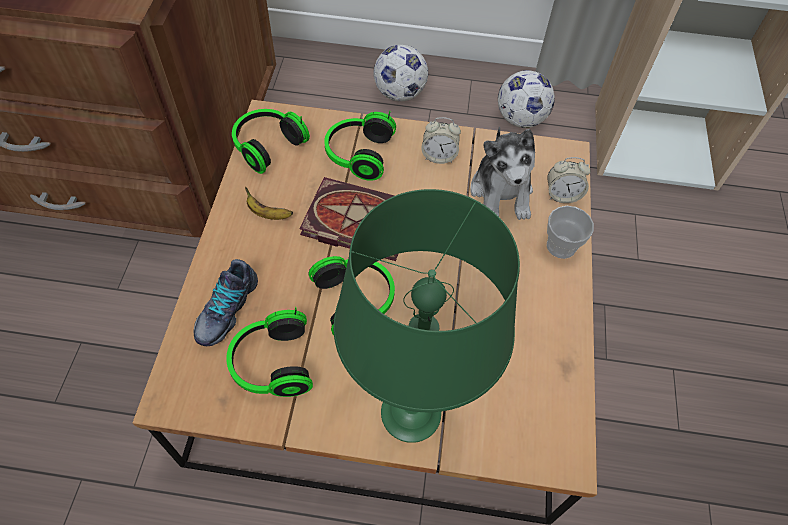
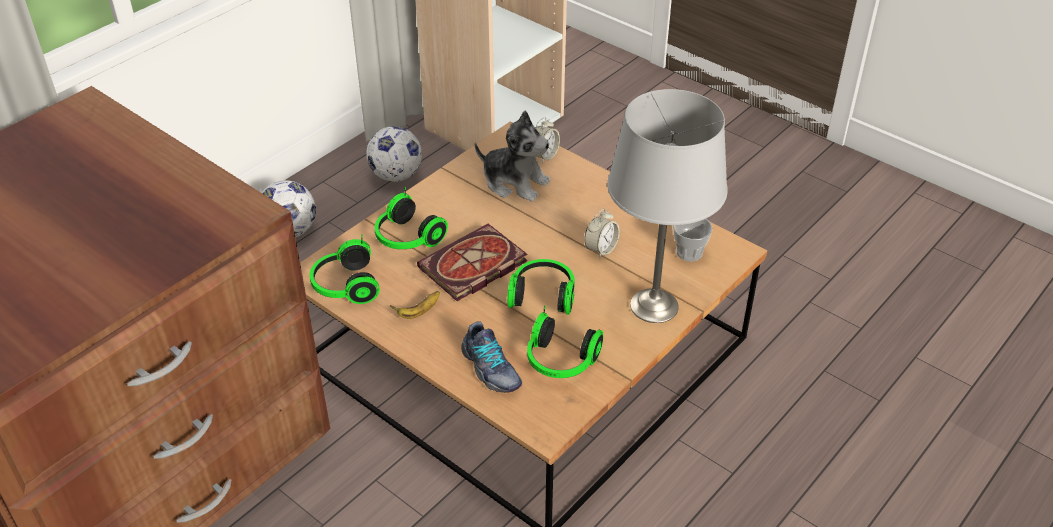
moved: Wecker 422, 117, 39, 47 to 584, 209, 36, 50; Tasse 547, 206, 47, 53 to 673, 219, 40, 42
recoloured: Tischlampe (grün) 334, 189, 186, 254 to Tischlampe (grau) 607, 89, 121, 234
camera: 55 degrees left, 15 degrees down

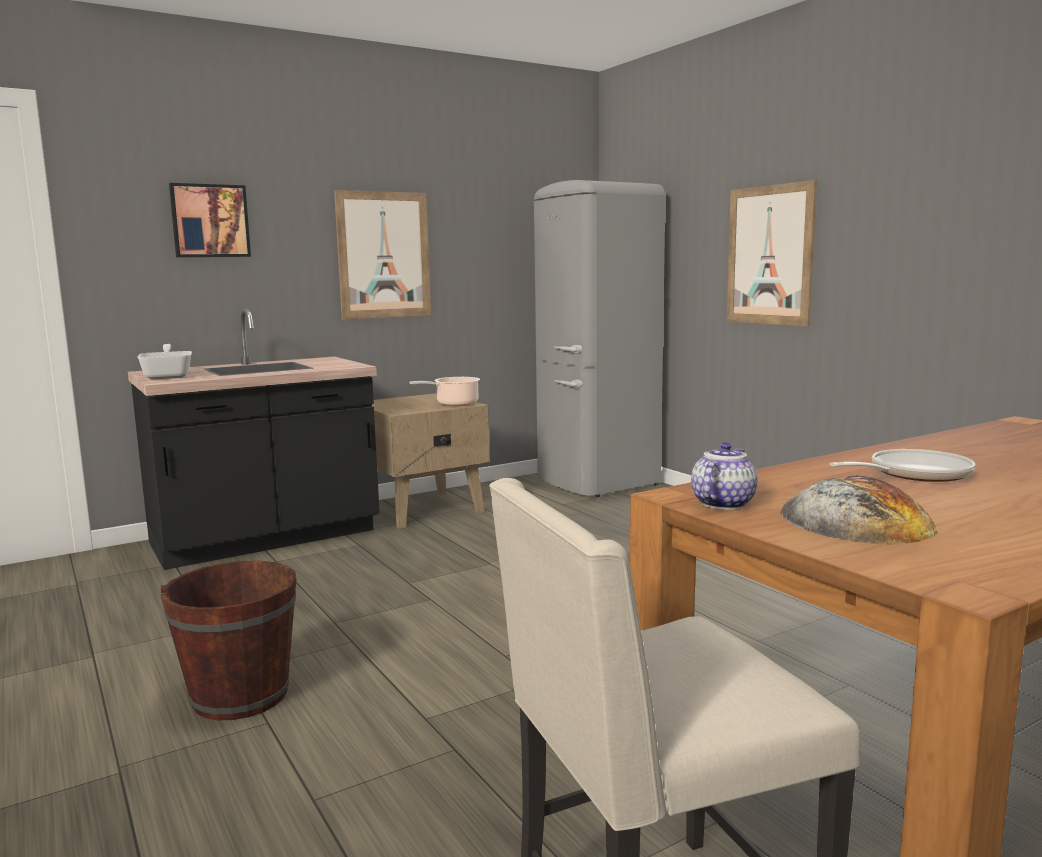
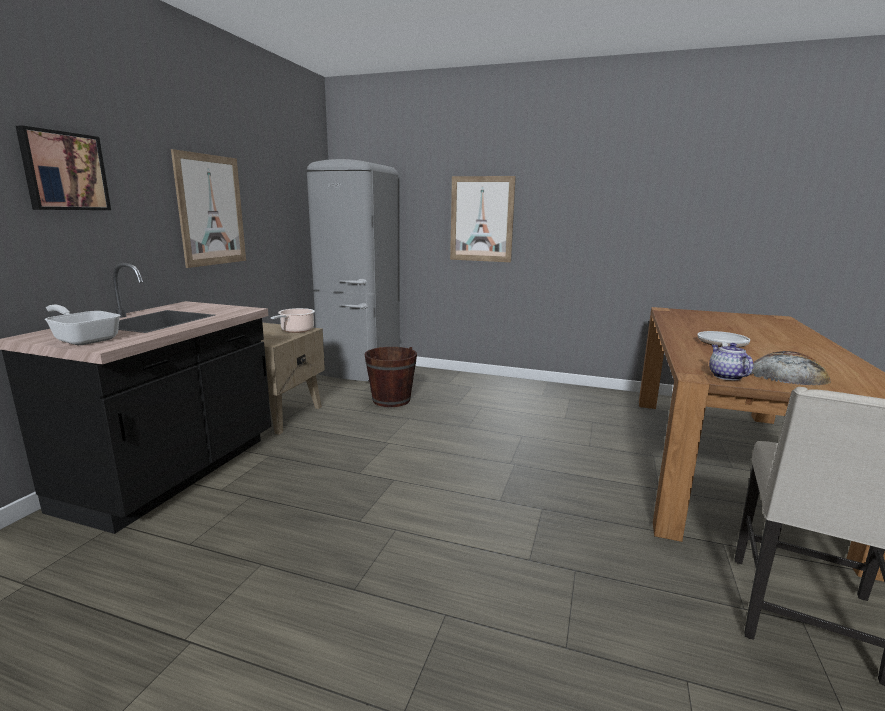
moved: Eimer (braun) 161, 561, 136, 159 to 365, 347, 52, 60
camera: 40 degrees left, 5 degrees up

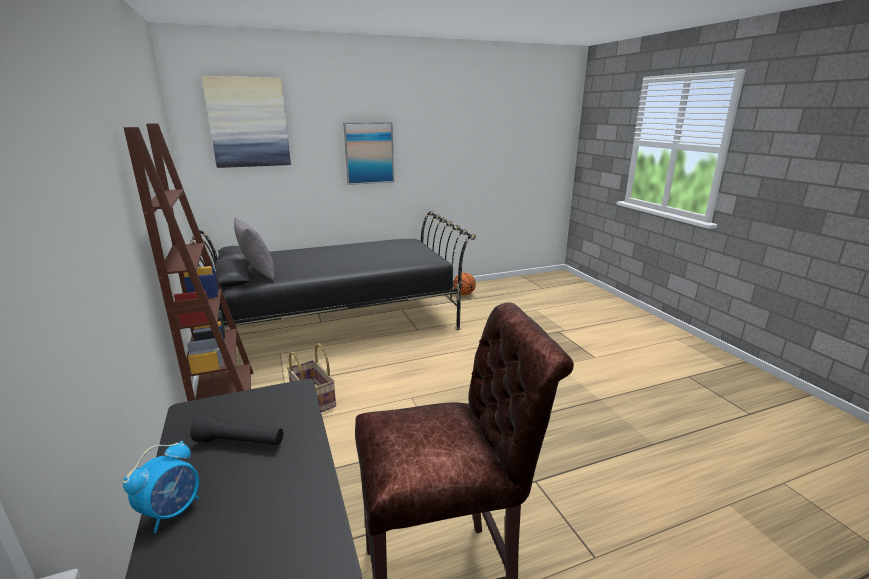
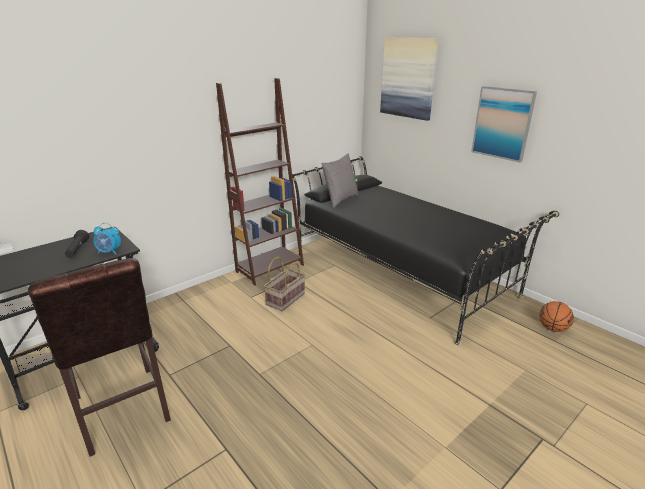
moved: Wecker 123, 441, 76, 92 to 93, 223, 28, 31
camera: 70 degrees right, 5 degrees up

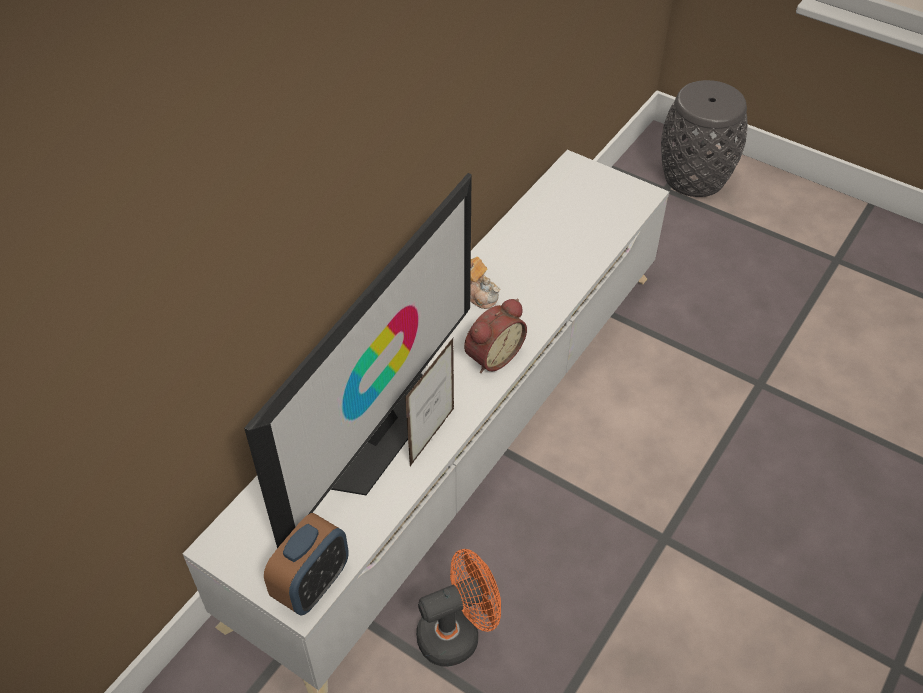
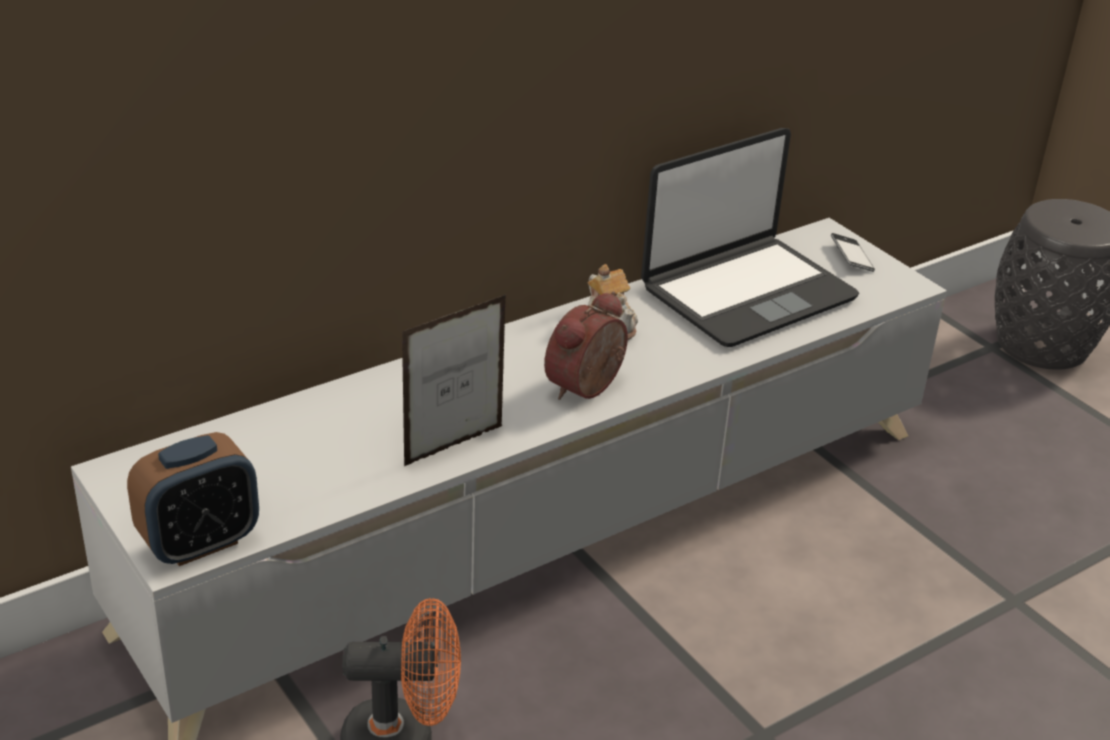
removed: Fernseher 244, 173, 228, 375
added: Laptop 641, 128, 218, 219; Handy 831, 233, 44, 39
turned: Wecker 464, 298, 63, 75 = 544, 291, 84, 109 150 degrees clockwise
camera: 20 degrees right, 15 degrees down

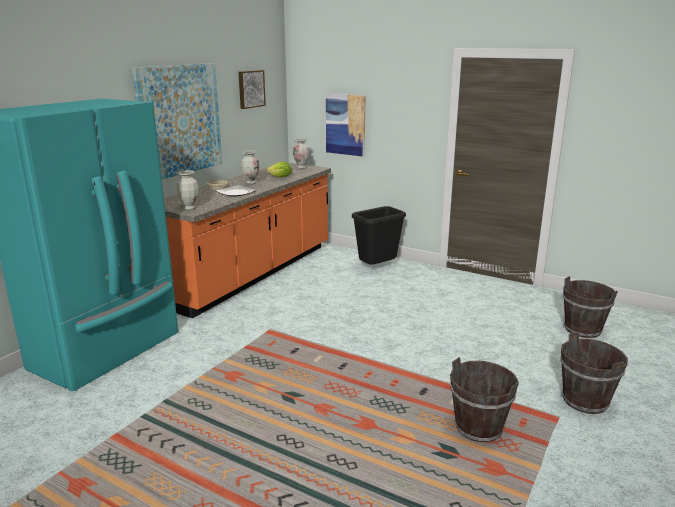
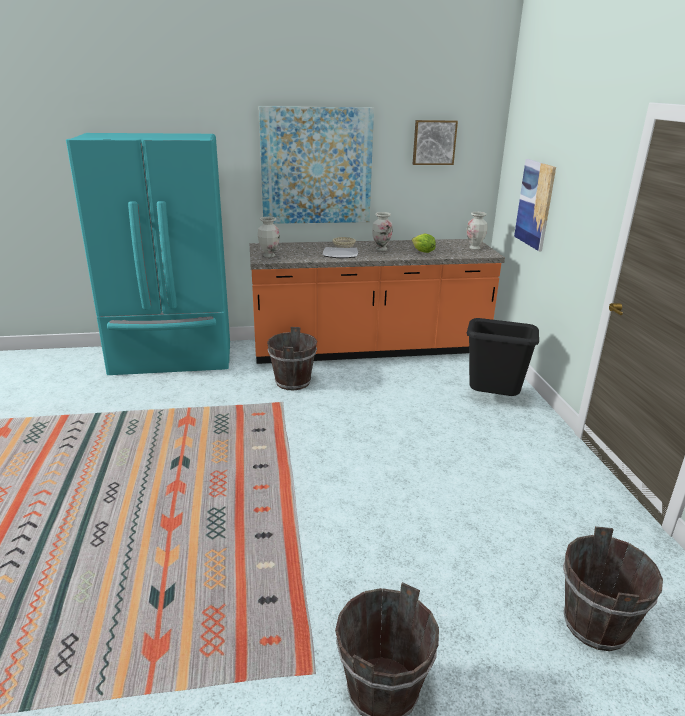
moved: Eimer (braun) 450, 357, 69, 85 to 267, 327, 50, 63
camera: 50 degrees right, 5 degrees up

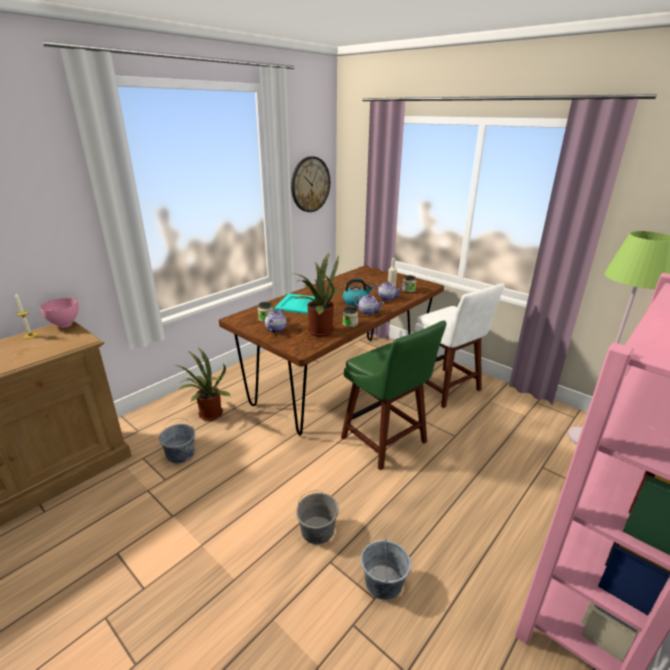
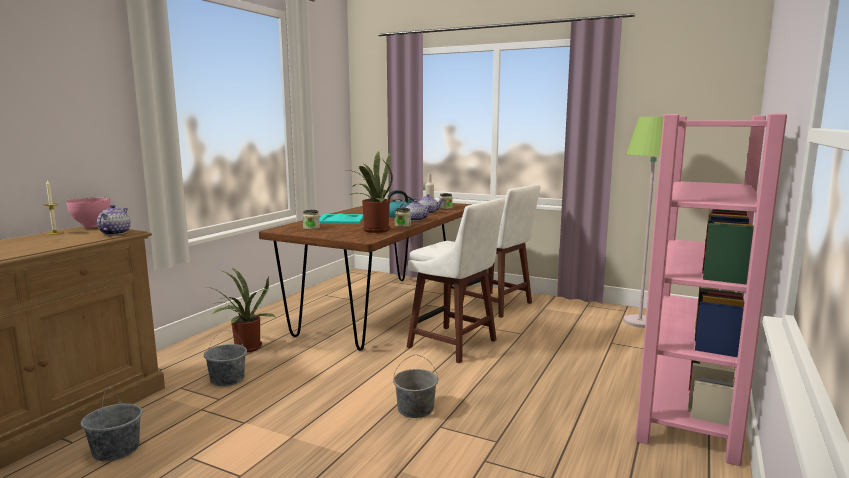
removed: Wanduhr 291, 156, 39, 56
moved: Teekanne 265, 309, 22, 24 to 97, 205, 34, 30; Eimer (grau) 361, 535, 50, 65 to 81, 389, 62, 72
recoloured: Stuhl (grün) 341, 320, 105, 151 to Stuhl (weiß) 407, 198, 98, 165
camera: 15 degrees left, 15 degrees down

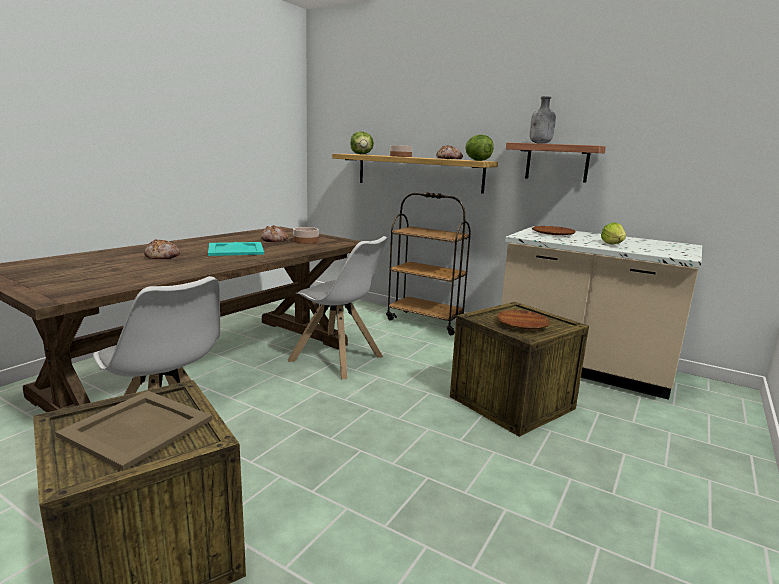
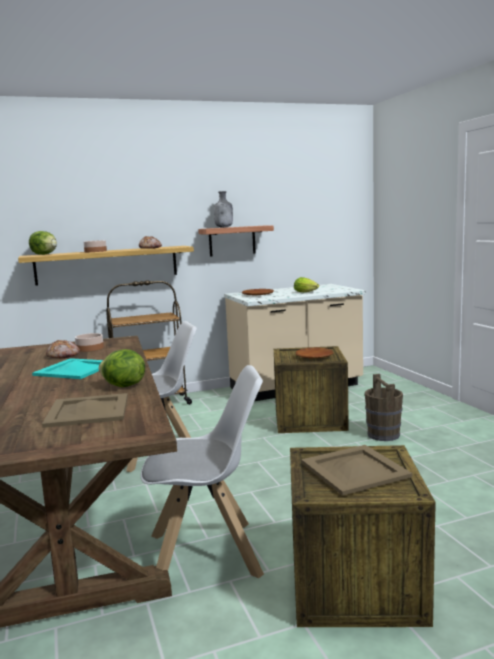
removed: Brot 144, 239, 36, 20
added: Tablett (beige) 42, 393, 86, 35; Eimer (braun) 365, 374, 38, 67
moved: Salatkopf 465, 135, 29, 26 to 99, 349, 46, 38
camera: 50 degrees left, 5 degrees down

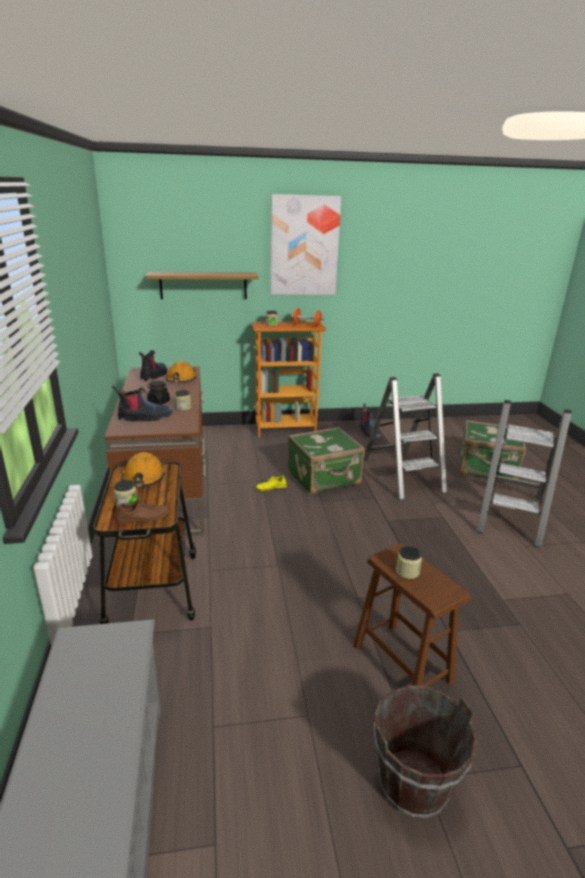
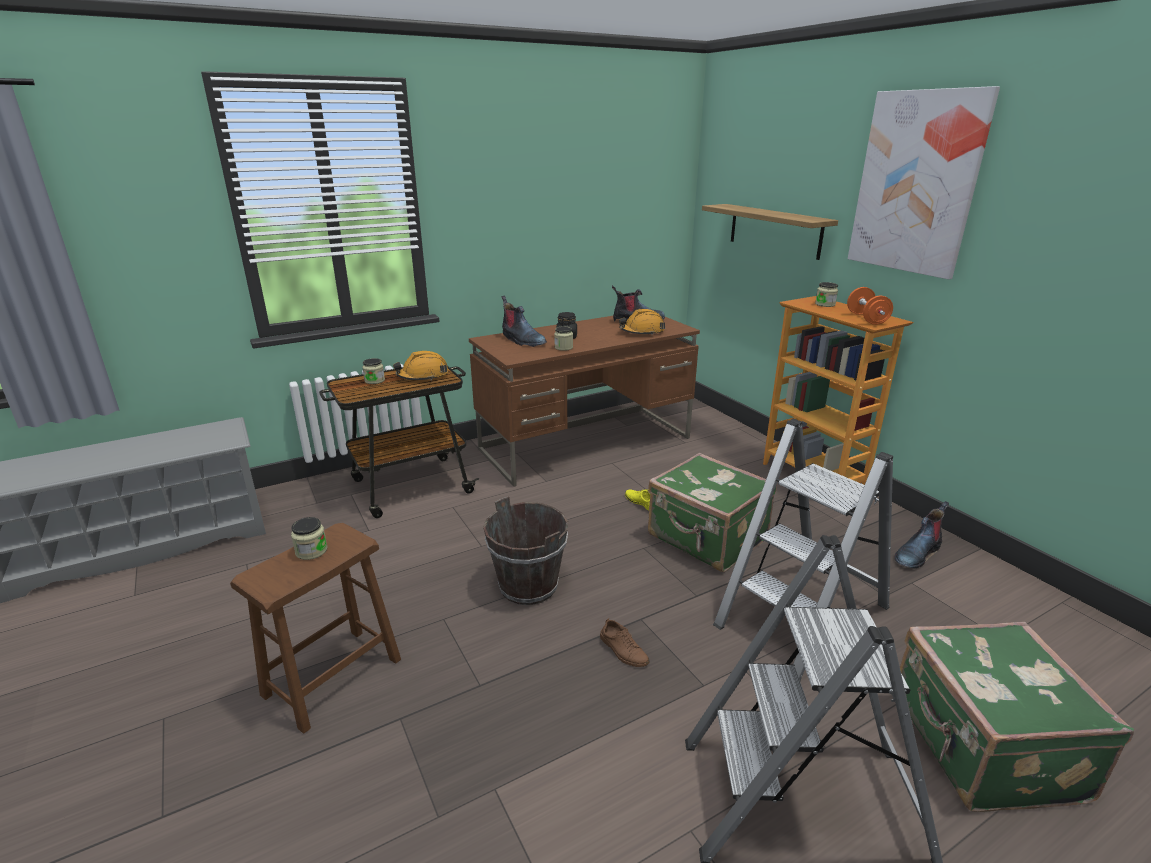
moved: Schuh (braun) 116, 500, 54, 24 to 600, 618, 49, 49; Eimer (braun) 374, 685, 104, 134 to 483, 496, 86, 109
camera: 70 degrees right, 0 degrees up

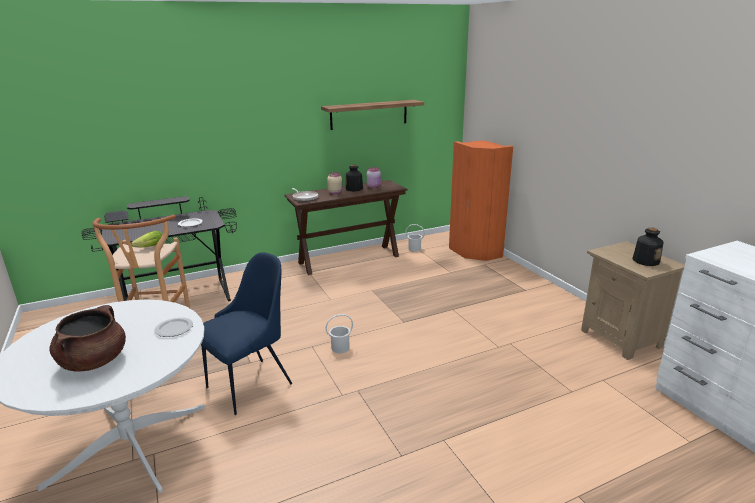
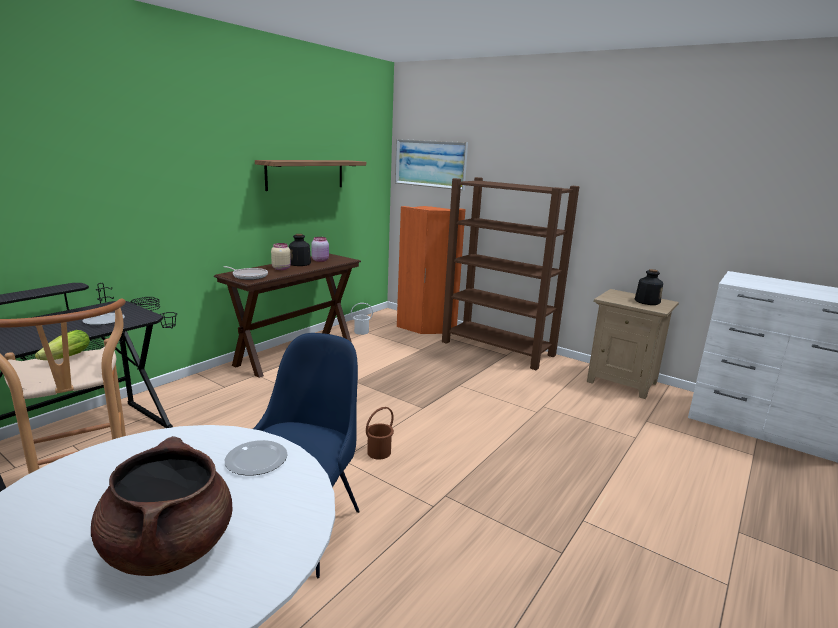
added: Bild 395, 139, 73, 51; Bücherregal (braun) 442, 177, 137, 193
recoloured: Eimer (weiß) 326, 314, 27, 39 to Eimer (braun) 366, 407, 28, 53
camera: 30 degrees left, 5 degrees down

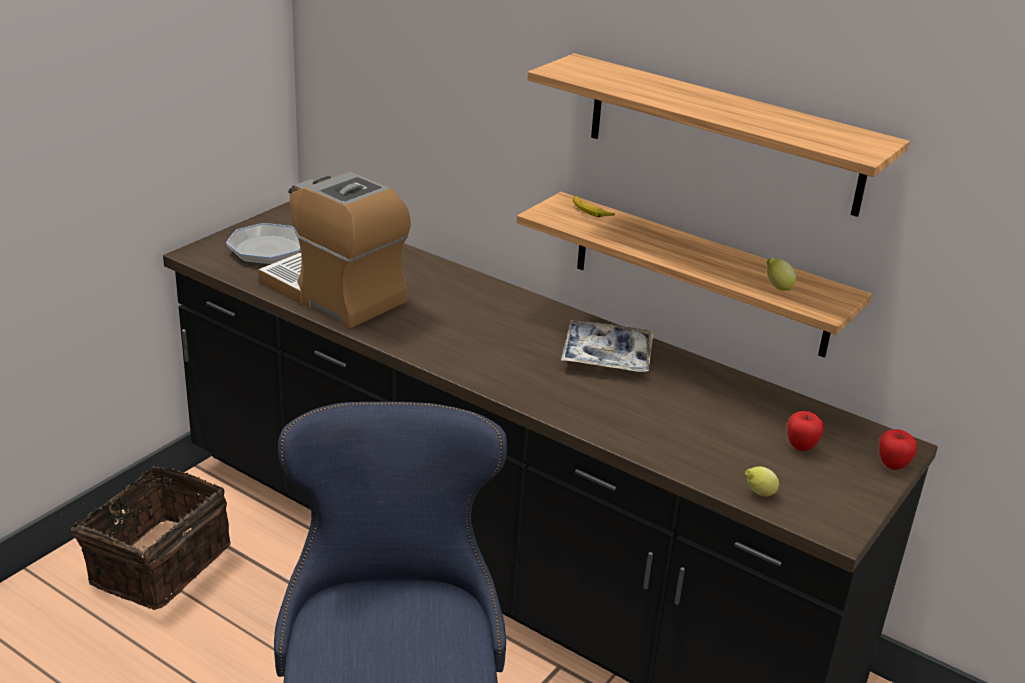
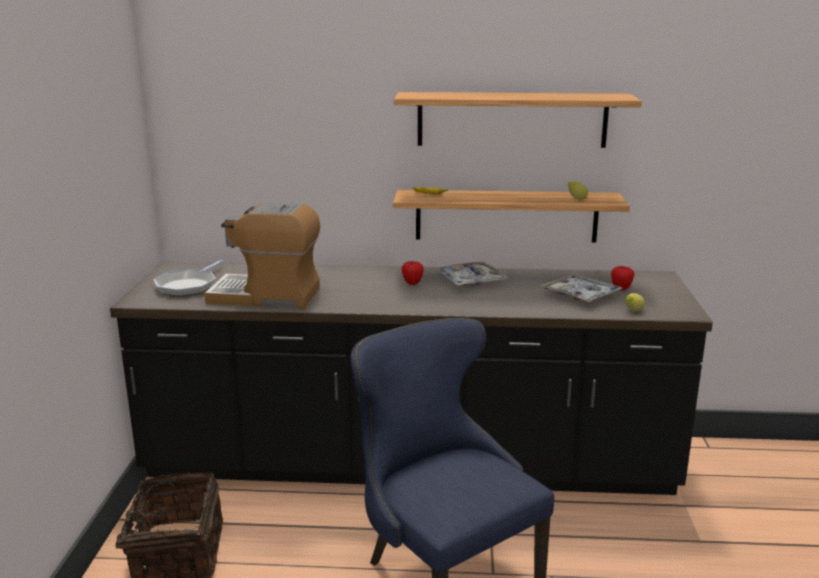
added: Tablett 540, 274, 83, 28
moved: Apfel 879, 429, 38, 41 to 401, 261, 23, 24
camera: 30 degrees left, 10 degrees down

